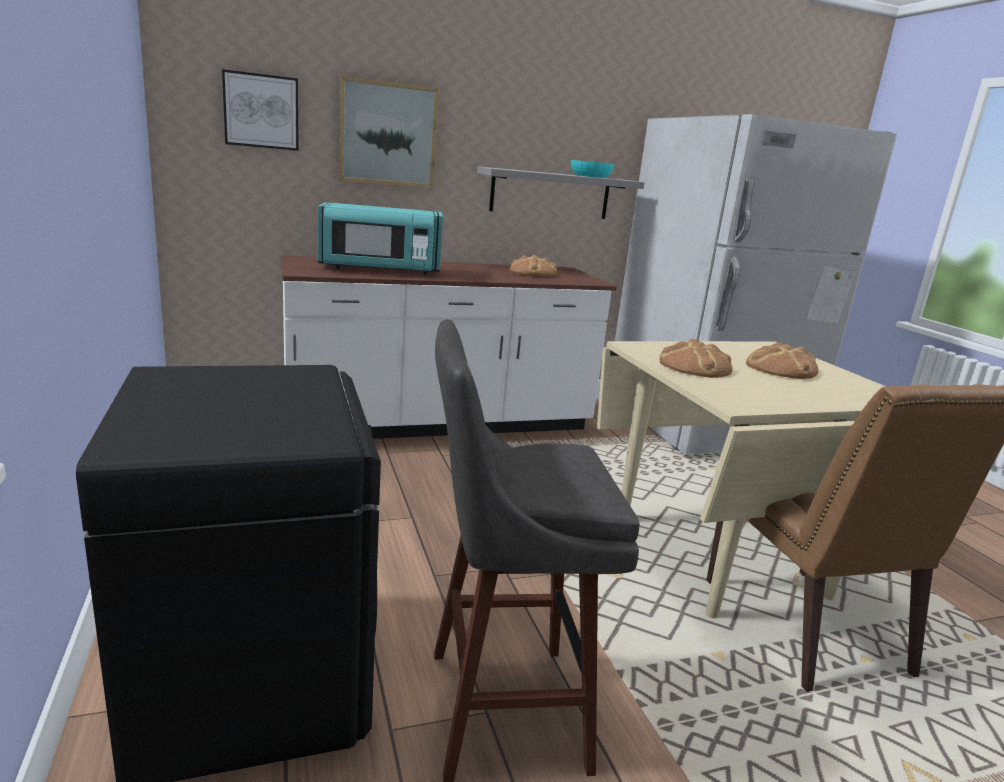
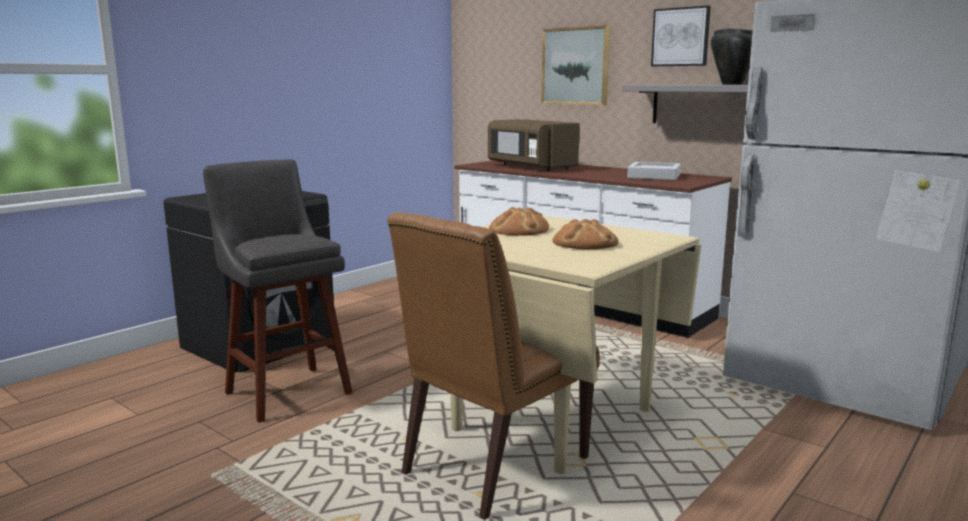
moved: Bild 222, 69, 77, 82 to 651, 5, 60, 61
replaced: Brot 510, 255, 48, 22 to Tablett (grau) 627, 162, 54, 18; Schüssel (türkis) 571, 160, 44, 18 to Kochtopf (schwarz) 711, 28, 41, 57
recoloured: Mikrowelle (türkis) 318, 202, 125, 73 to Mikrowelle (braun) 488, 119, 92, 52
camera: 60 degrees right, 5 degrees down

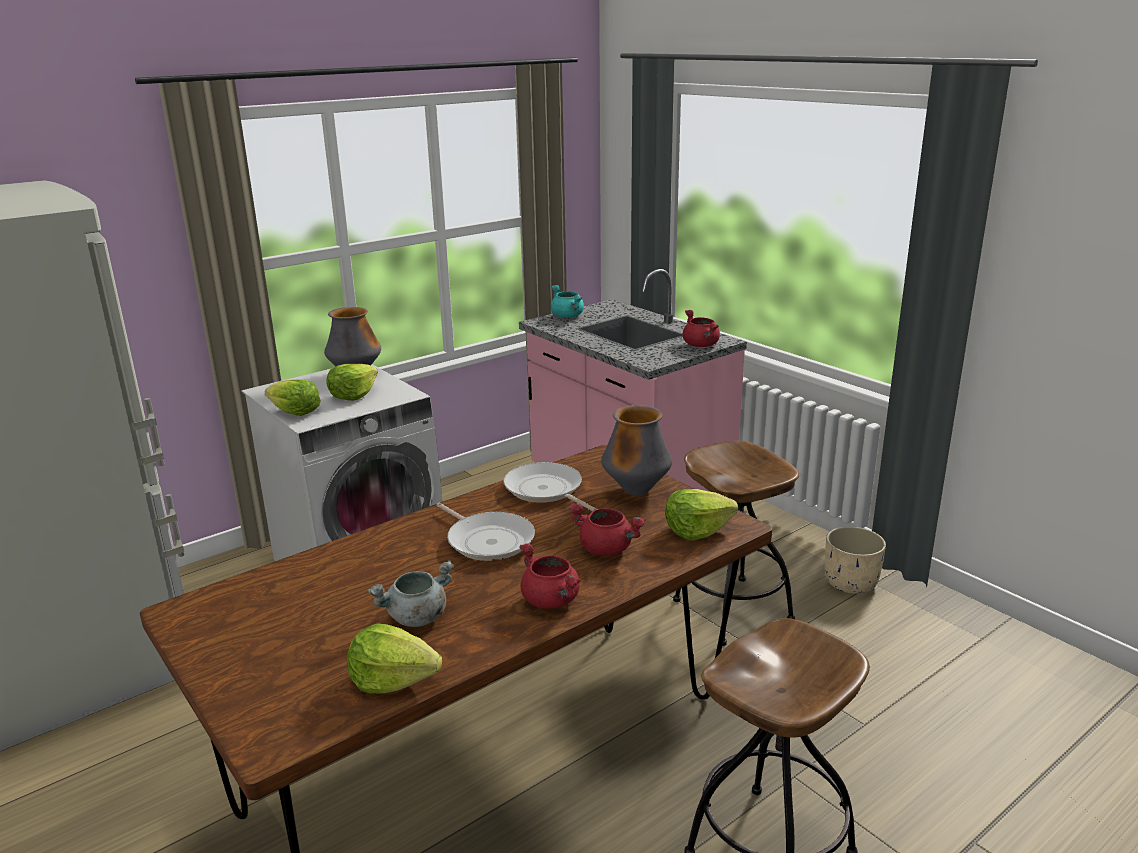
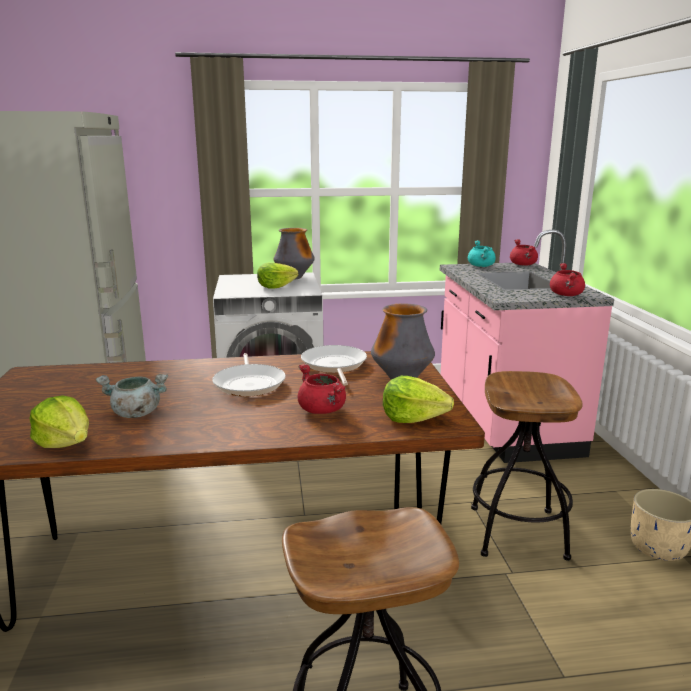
removed: Salatkopf 265, 379, 56, 37
moved: Kochtopf (rot) 519, 543, 62, 66 to 510, 239, 28, 27
camera: 30 degrees right, 5 degrees down

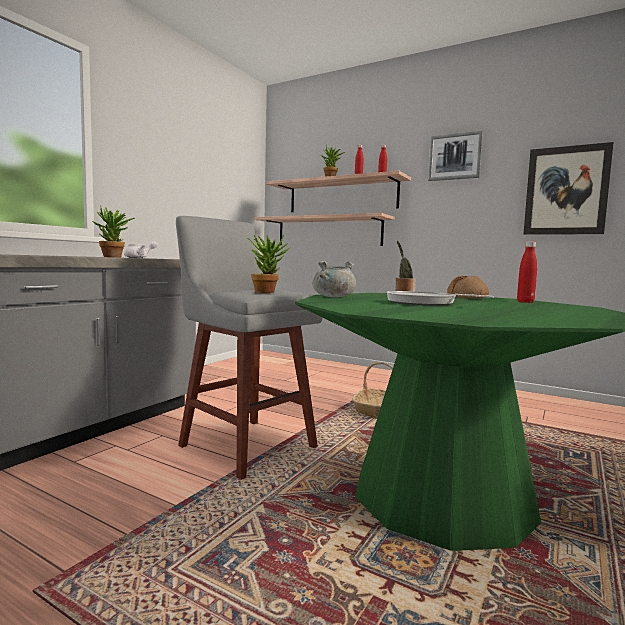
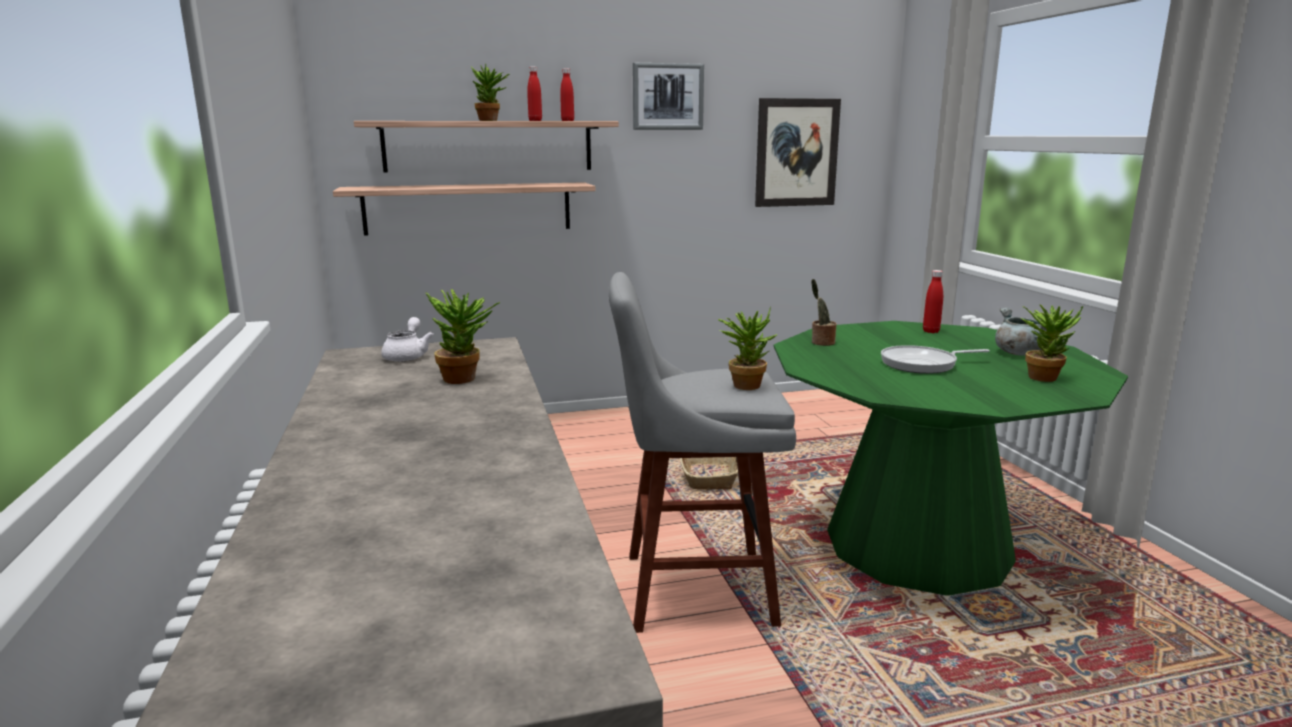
removed: Brot 447, 276, 42, 23
added: Topfpflanze 1021, 304, 62, 78
moved: Kochtopf (grau) 313, 260, 43, 37 to 995, 308, 52, 48
camera: 45 degrees left, 10 degrees up

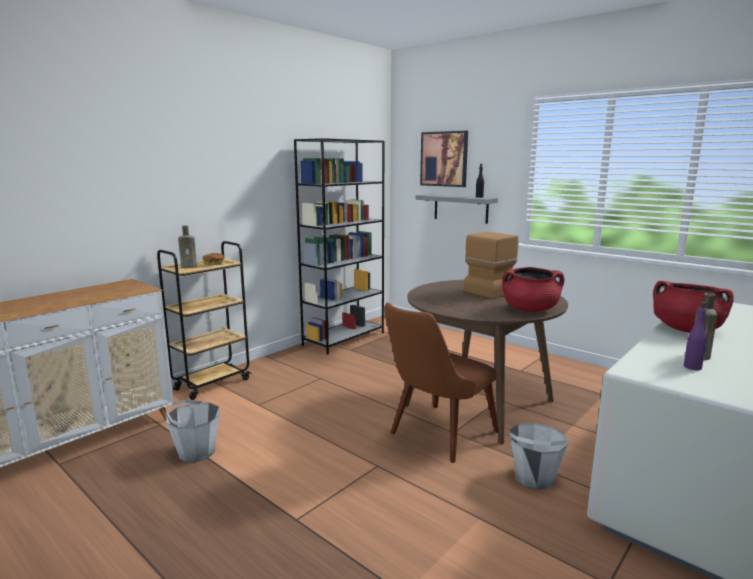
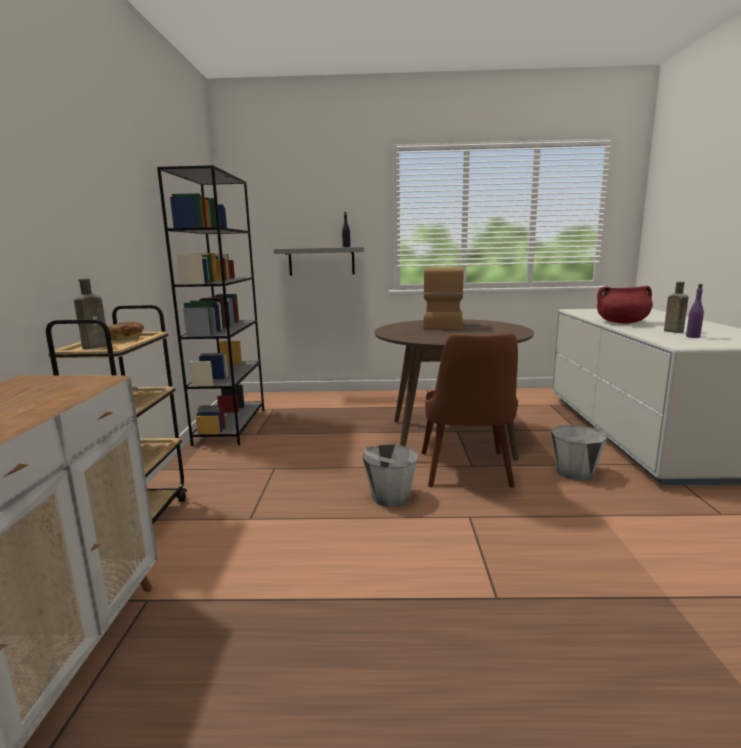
removed: Bild 420, 131, 48, 56; Kochtopf (rot) 502, 267, 62, 45
moved: Eimer (grau) 166, 400, 54, 62 to 362, 444, 57, 63
camera: 40 degrees left, 0 degrees up

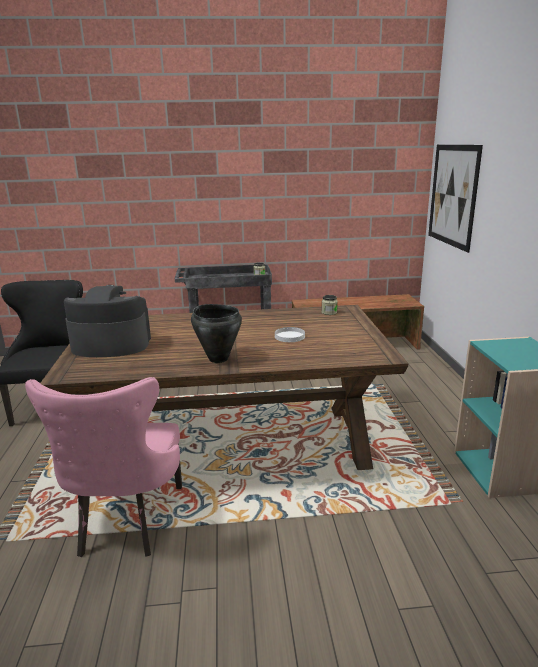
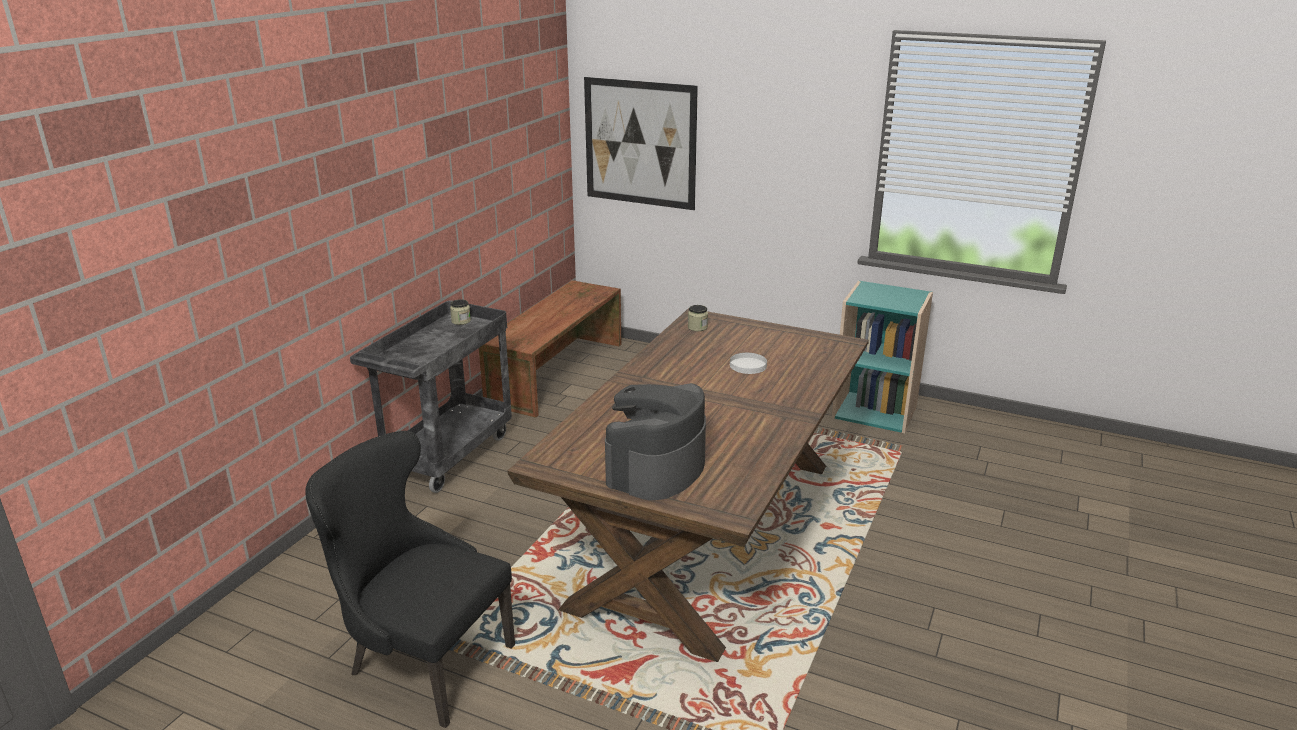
removed: Stuhl (rosa) 25, 377, 157, 180; Kochtopf (schwarz) 191, 304, 51, 59
camera: 60 degrees left, 5 degrees up

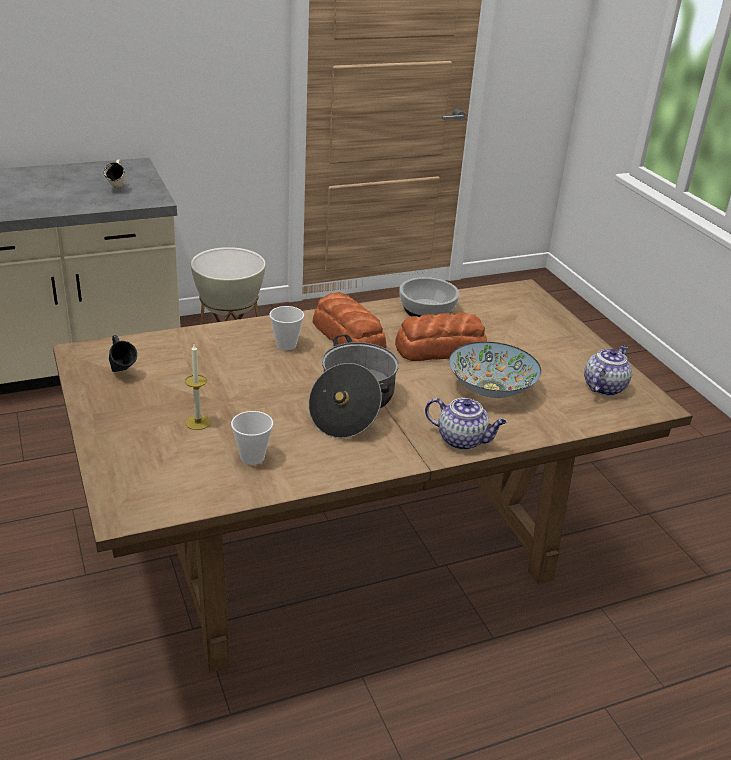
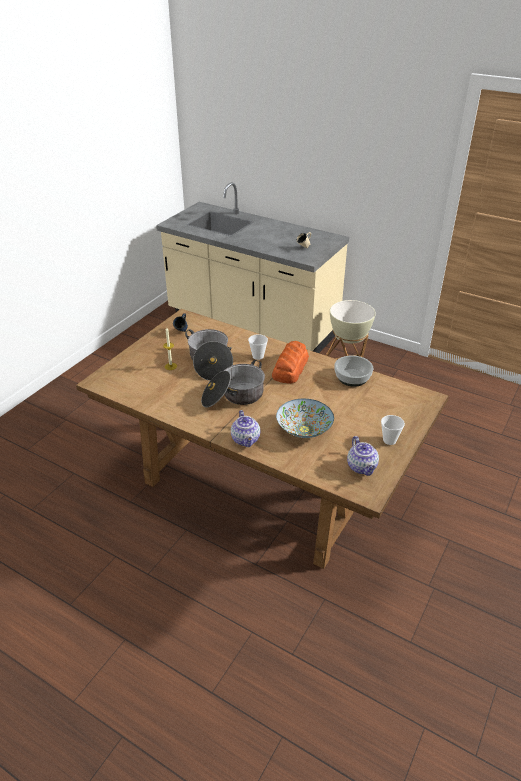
removed: Brot 395, 312, 92, 49
added: Kochtopf 185, 329, 48, 52
moved: Tasse 231, 411, 42, 54 to 381, 415, 24, 30
turned: Teekanne 584, 345, 48, 51 = 347, 436, 32, 40 75 degrees clockwise
camera: 55 degrees right, 5 degrees up

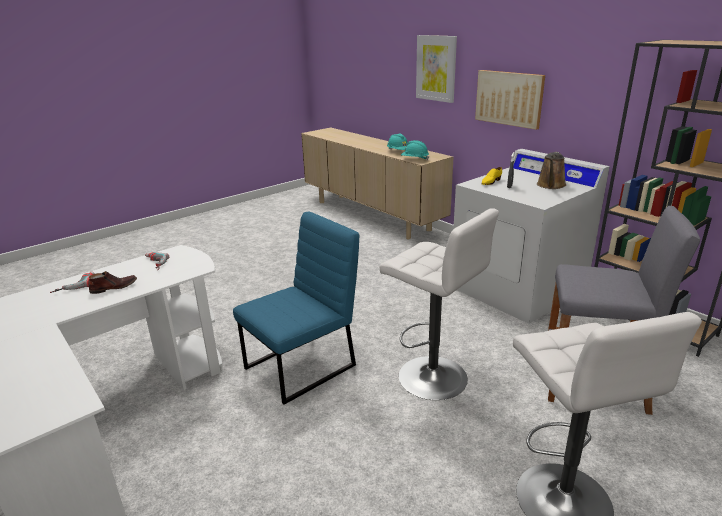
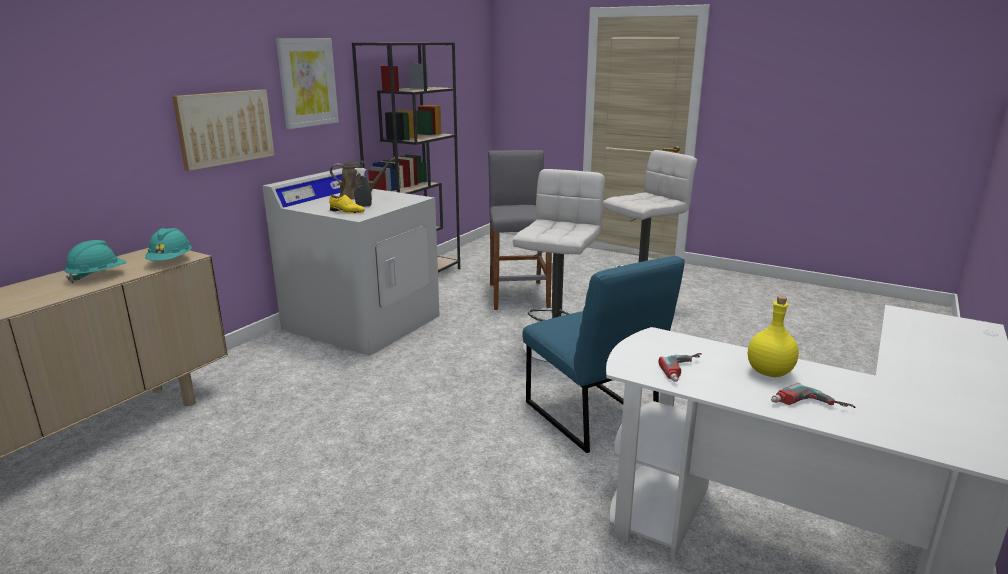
moved: Bild 416, 35, 41, 68 to 276, 38, 63, 91
replaced: Schuh (braun) 89, 271, 48, 23 to Flasche (gelb) 748, 296, 51, 81
turned: Stuhl (blau) 233, 212, 126, 193 = 523, 256, 162, 197 150 degrees counterclockwise
camera: 110 degrees left, 5 degrees down

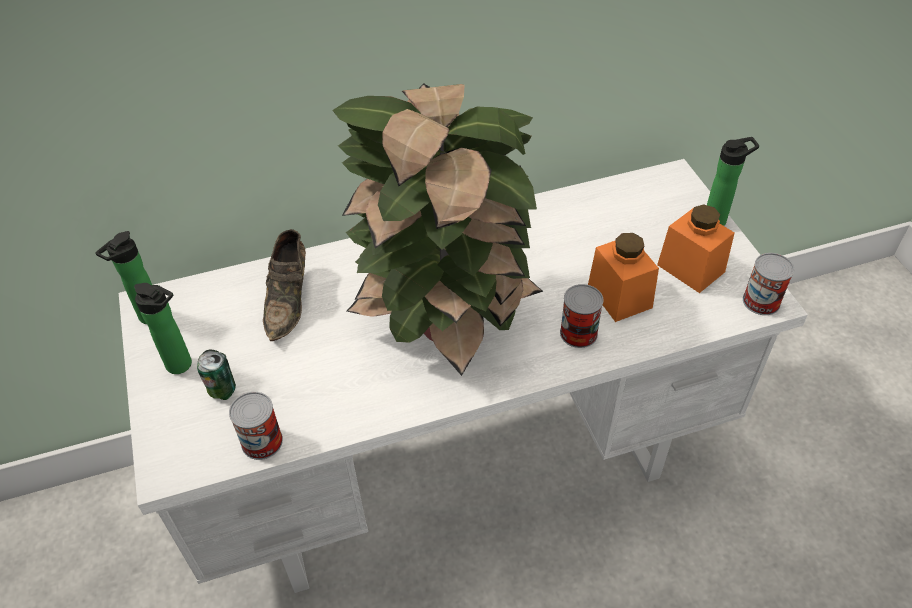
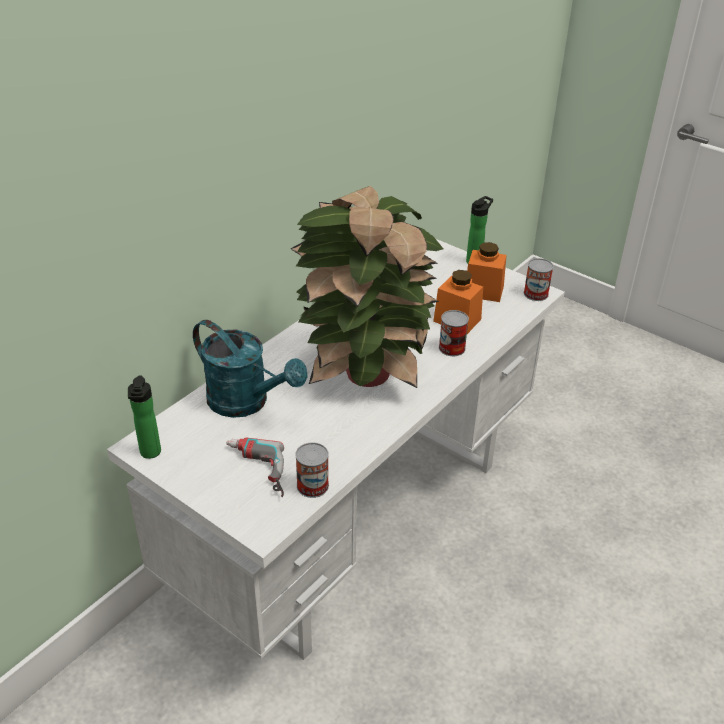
removed: Flasche 134, 283, 58, 91
replaced: Dose 197, 349, 39, 51 to Bohrmaschine 226, 437, 58, 60; Schuh (braun) 263, 229, 43, 112 to Gießkanne (türkis) 193, 320, 115, 98
camera: 35 degrees left, 10 degrees down

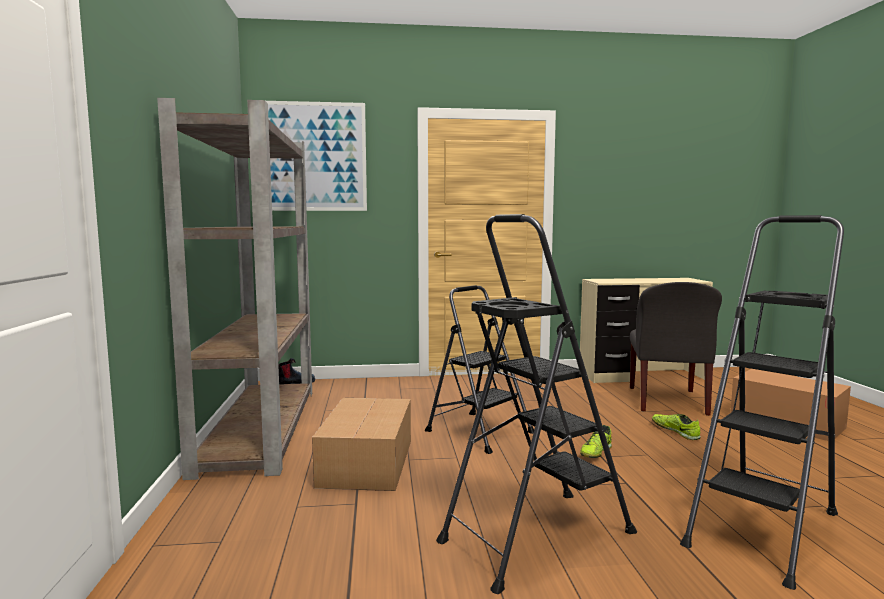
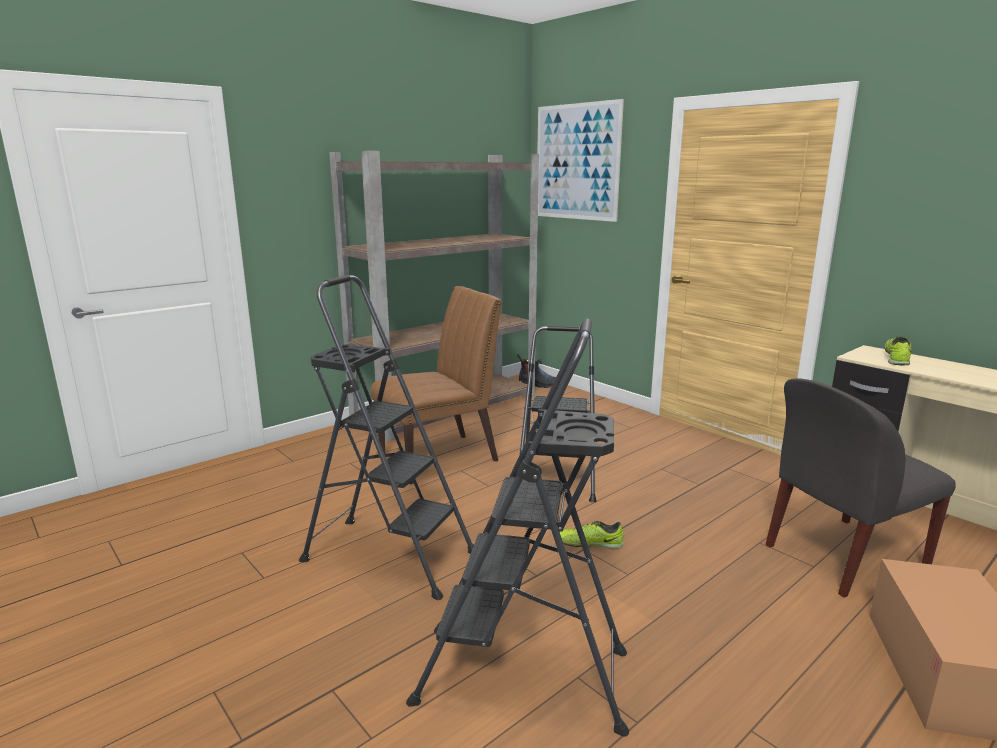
moved: Schuh 652, 414, 49, 26 to 884, 336, 27, 30
replaced: Karton 312, 398, 99, 93 to Stuhl (braun) 371, 286, 131, 198
camera: 55 degrees right, 10 degrees up

